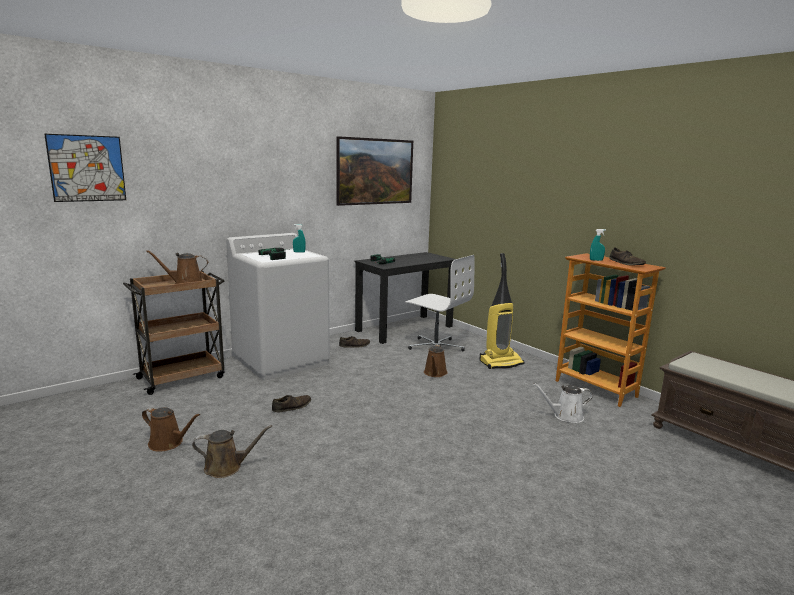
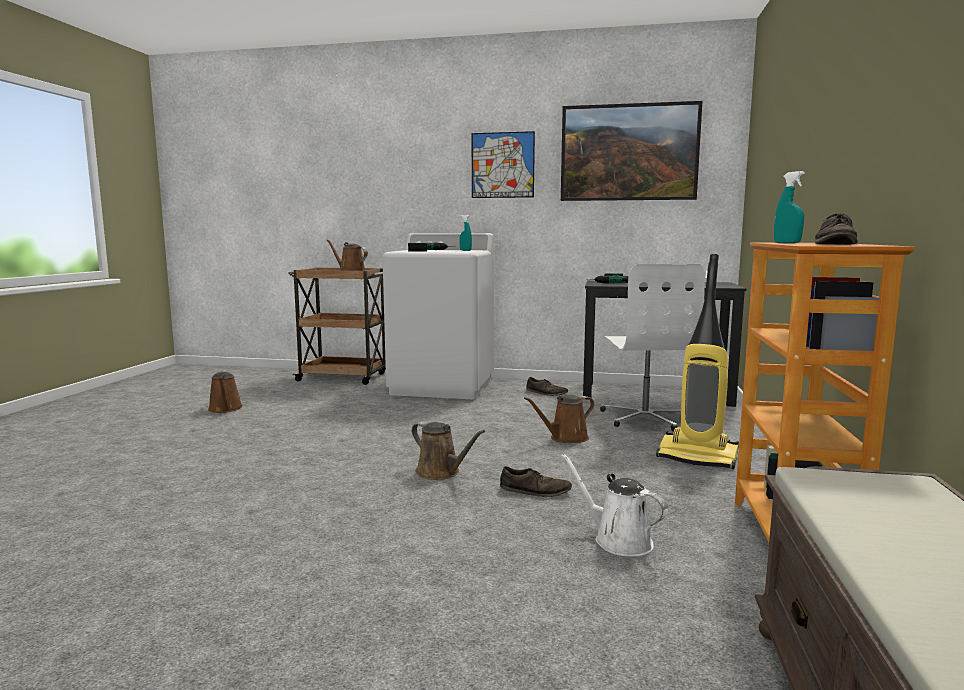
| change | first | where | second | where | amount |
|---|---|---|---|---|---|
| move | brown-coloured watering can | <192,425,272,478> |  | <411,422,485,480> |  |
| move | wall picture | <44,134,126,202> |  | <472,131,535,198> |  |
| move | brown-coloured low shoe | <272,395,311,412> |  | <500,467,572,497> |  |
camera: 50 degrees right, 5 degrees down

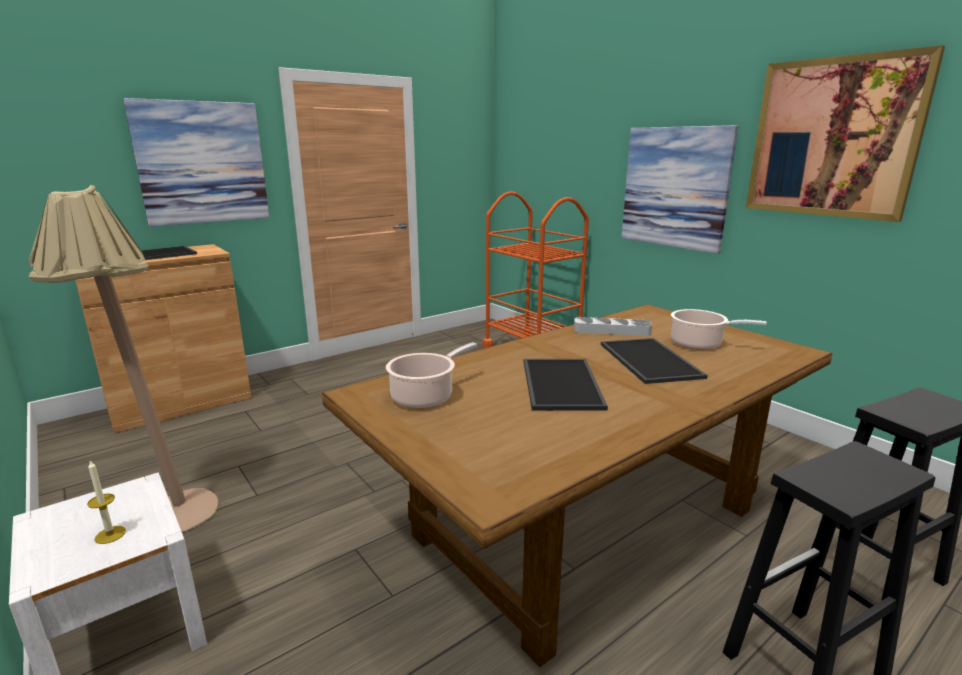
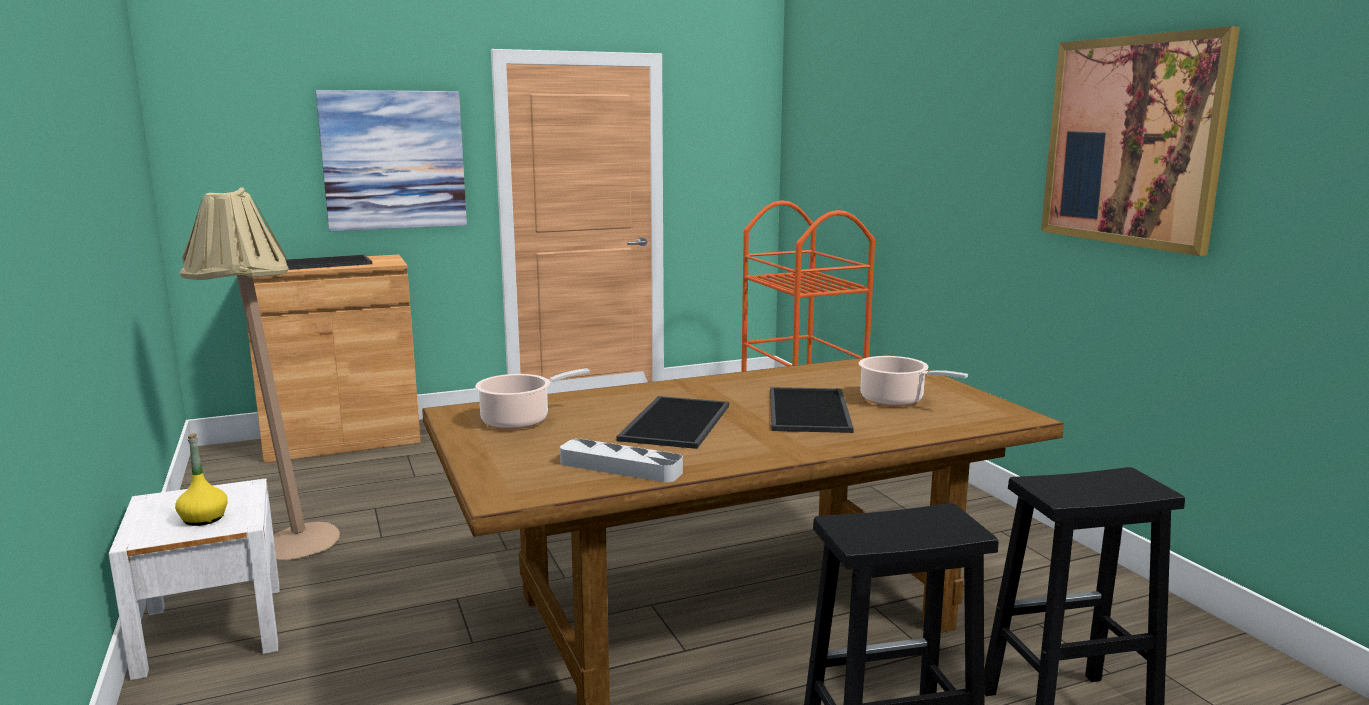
| change | first | where | second | where | amount |
|---|---|---|---|---|---|
| replace | wax candle | <87,460,126,544> | yellowish beverage bottle | <175,433,228,526> |  |
| move | grey carrying tray | <574,317,652,336> |  | <560,439,683,482> |  |
| delete | wall picture | <622,125,738,254> |  |  |  |
camera: 15 degrees right, 5 degrees down

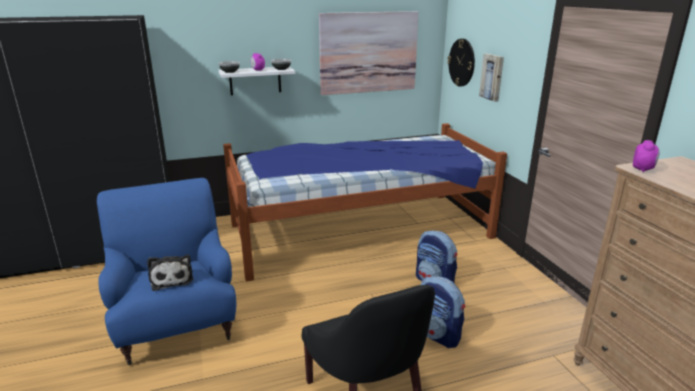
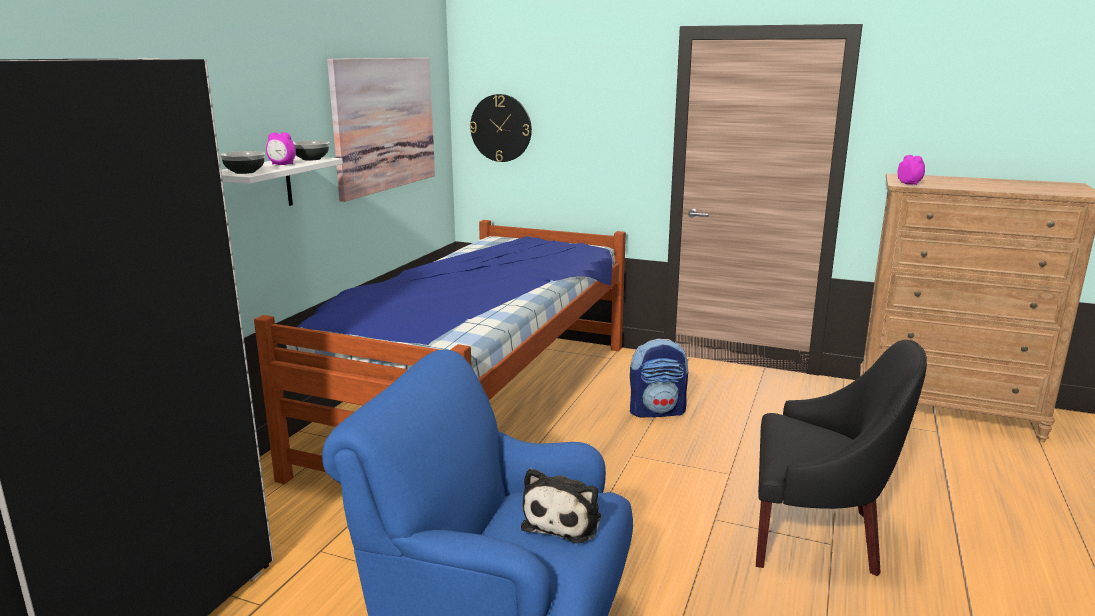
| change | first | where | second | where | amount |
|---|---|---|---|---|---|
| rotate | plush toy | <147,255,193,291> |  | <521,468,601,543> | 90 degrees clockwise |
| delete | knapsack | <420,276,465,348> |  |  |  |
| delete | wall picture | <479,54,504,102> |  |  |  |
camera: 50 degrees left, 5 degrees down

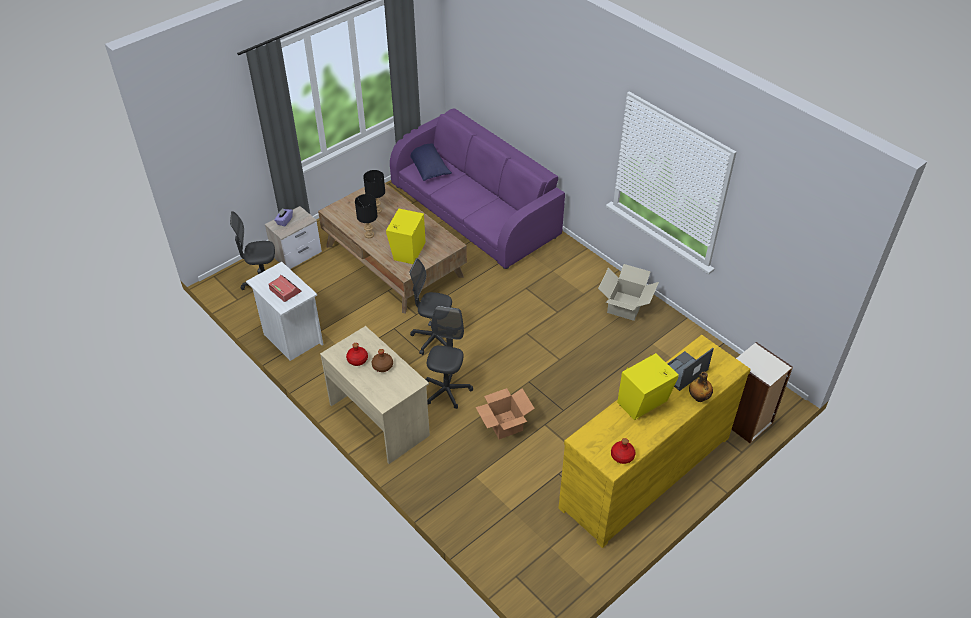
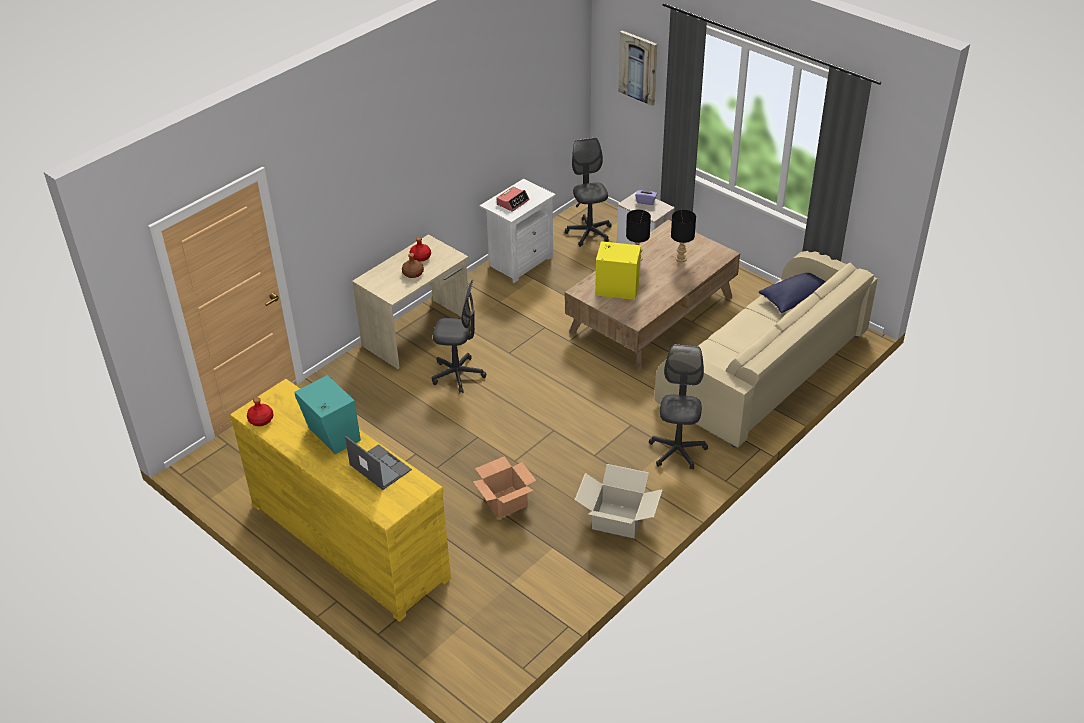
| change | first | where | second | where | amount |
|---|---|---|---|---|---|
| recolor | yellowish audio speaker | <617,353,679,420> | blue-green audio speaker | <294,375,361,454> |  |
| move | packing box | <476,388,535,439> |  | <473,456,537,519> |  |
| insert |  |  | wall picture | <618,30,657,106> |  |
| move | grey desk chair | <410,258,452,355> |  | <649,344,708,470> |  |
| recolor | purple sofa | <390,108,565,269> | beige sofa | <655,251,877,447> |  |
| delete | beverage bottle | <689,372,713,402> |  |  |  |
| delete | shelving unit | <731,342,793,444> |  |  |  |
camera: 85 degrees right, 5 degrees down

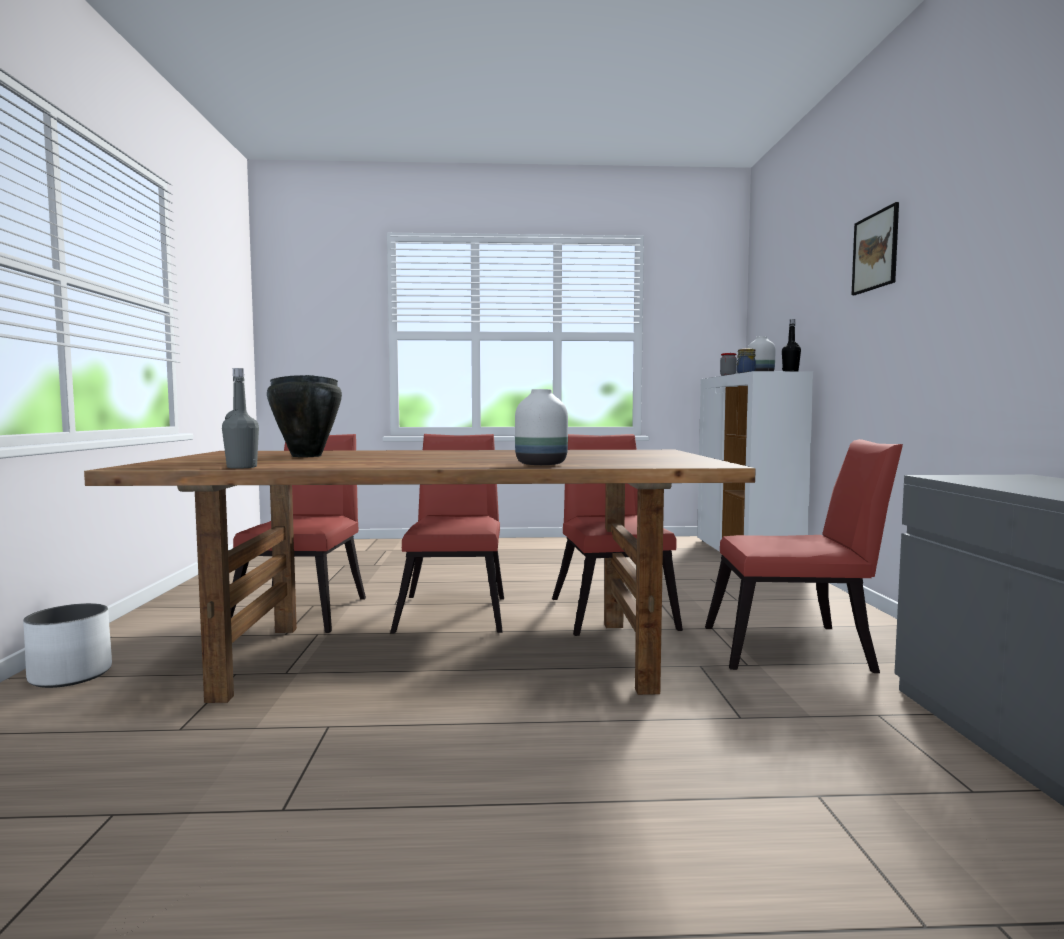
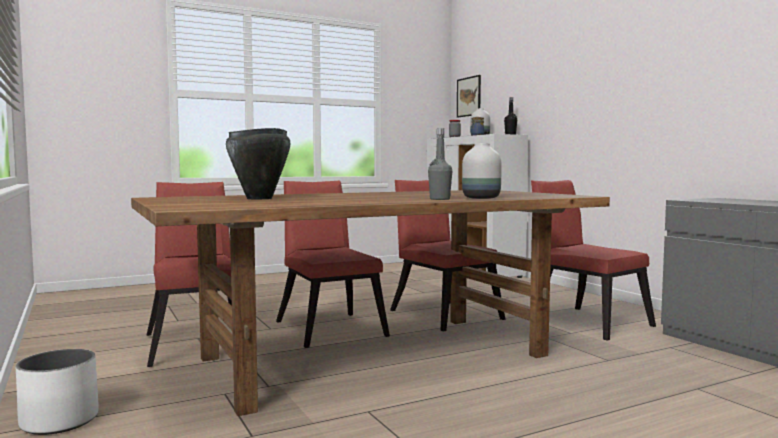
| change | first | where | second | where | amount |
|---|---|---|---|---|---|
| move | grey beverage bottle | <222,368,259,469> |  | <428,128,452,200> |  |
| move | wall picture | <851,202,899,295> |  | <457,75,481,117> |  |
| rotate | reddish upright chair | <705,439,903,673> |  | <531,180,656,341> | 105 degrees counterclockwise |
camera: 25 degrees left, 0 degrees up

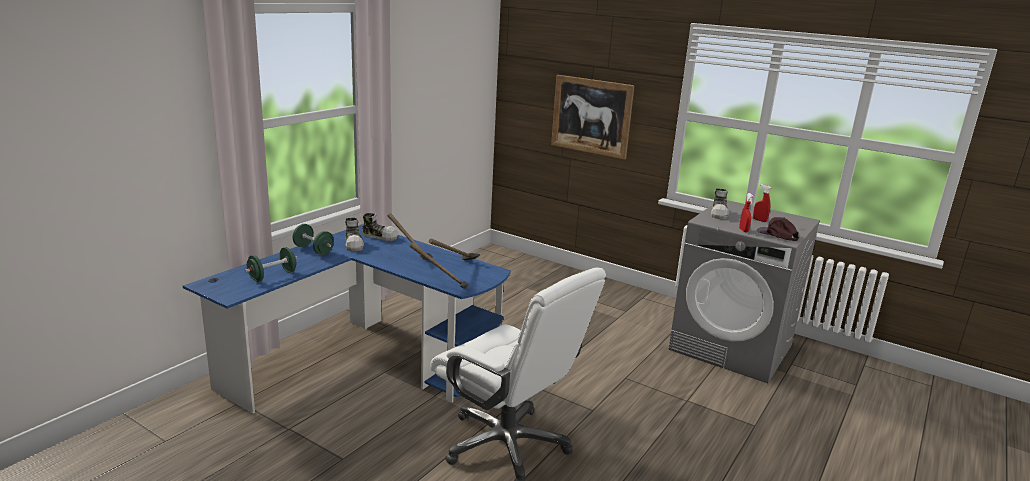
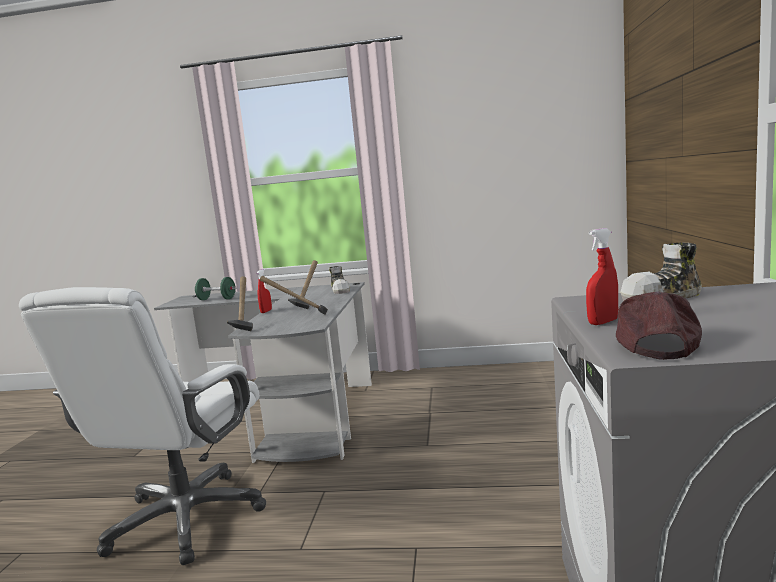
| change | first | where | second | where | amount |
|---|---|---|---|---|---|
| recolor | blue desk table | <183,224,511,414> | grey desk table | <154,282,372,463> |  |
| move | reddish sprayer | <753,184,771,222> |  | <257,269,272,313> |  |
| delete | green dumbbell | <293,224,334,255> |  |  |  |
| delete | low shoe | <345,218,364,251> |  |  |  |
| delete | wall picture | <551,75,634,160> |  |  |  |
camera: 65 degrees right, 10 degrees down

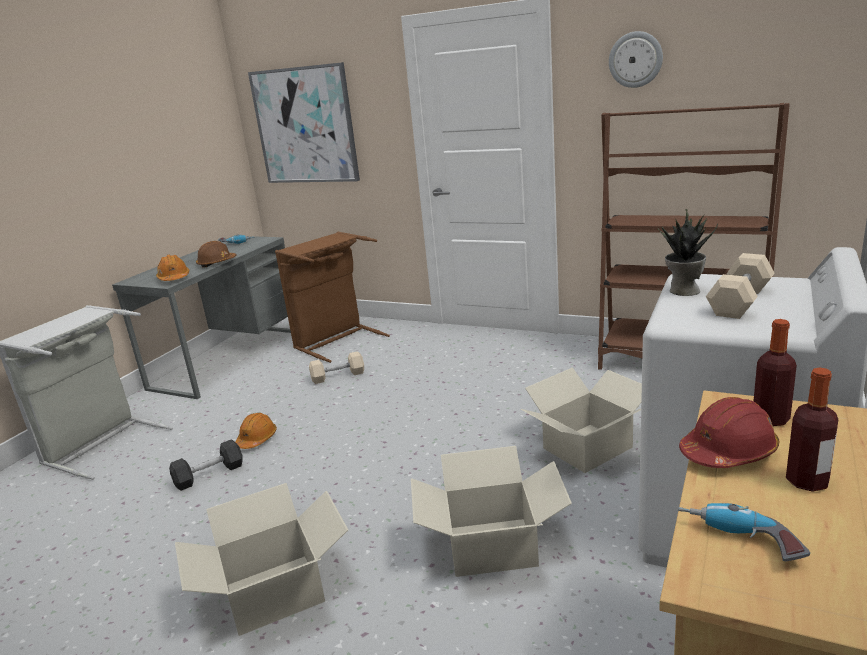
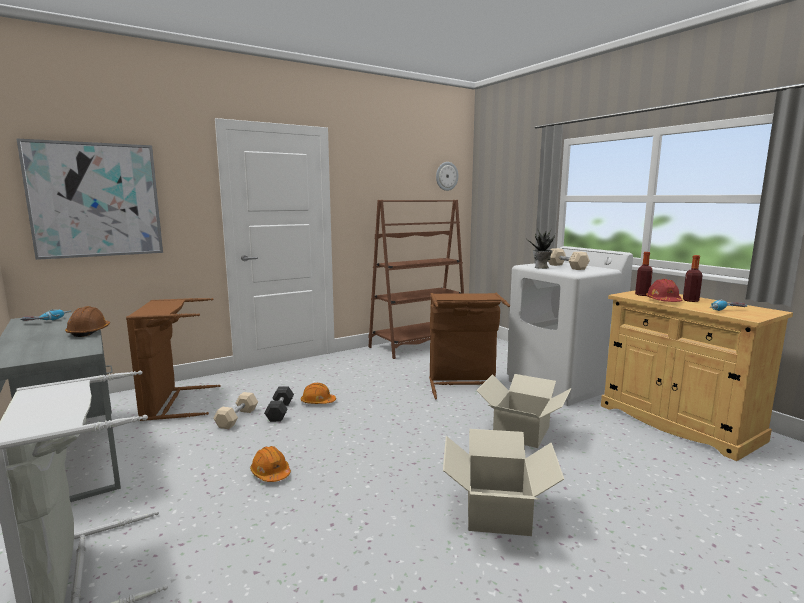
| change | first | where | second | where | amount |
|---|---|---|---|---|---|
| move | grey dumbbell | <169,439,243,491> |  | <264,386,294,422> |  |
| move | orangey safety helmet | <156,255,189,281> |  | <301,383,336,404> |  |
| replace | packing box | <521,368,642,473> | brown-coloured washing basket | <429,293,510,400> |  |
| move | clock on the wall | <609,31,663,88> |  | <436,162,458,191> |  |
camera: 60 degrees left, 10 degrees down

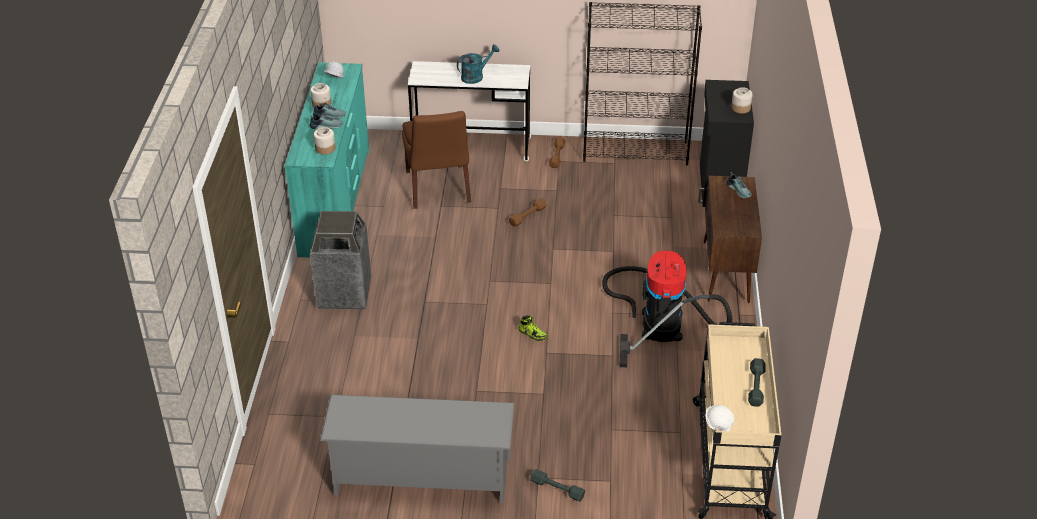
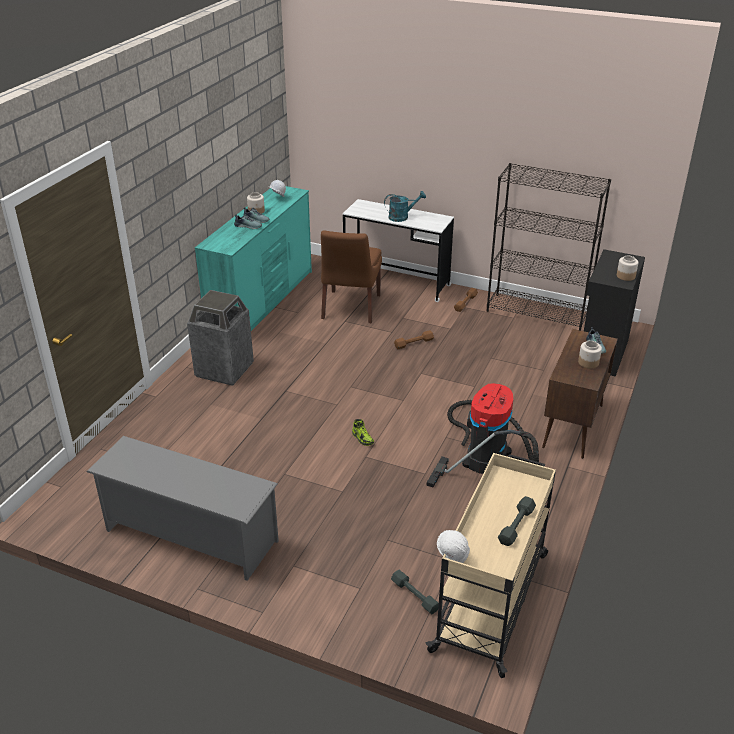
| change | first | where | second | where | amount |
|---|---|---|---|---|---|
| move | grey dumbbell | <530,469,585,501> |  | <391,570,439,614> |  |
| move | storage jar | <314,127,335,155> |  | <578,341,602,369> |  |
camera: 20 degrees right, 5 degrees down

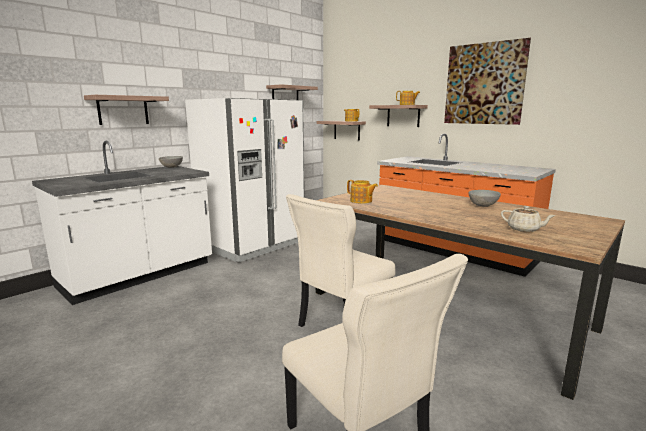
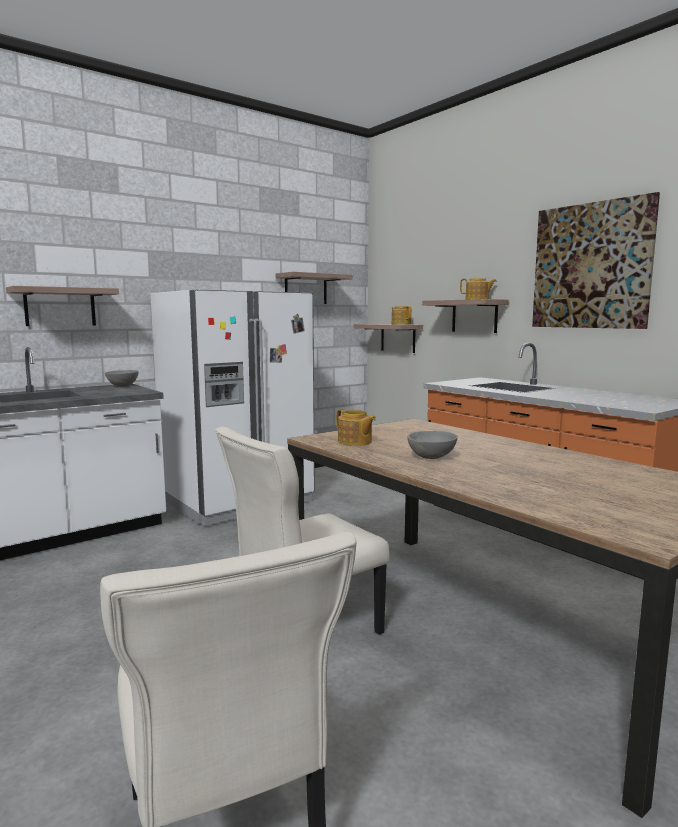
| change | first | where | second | where | amount |
|---|---|---|---|---|---|
| move | grey serving bowl | <469,190,501,207> |  | <407,431,458,459> |  |
| delete | beige teapot | <501,206,556,232> |  |  |  |
camera: 10 degrees right, 5 degrees down

